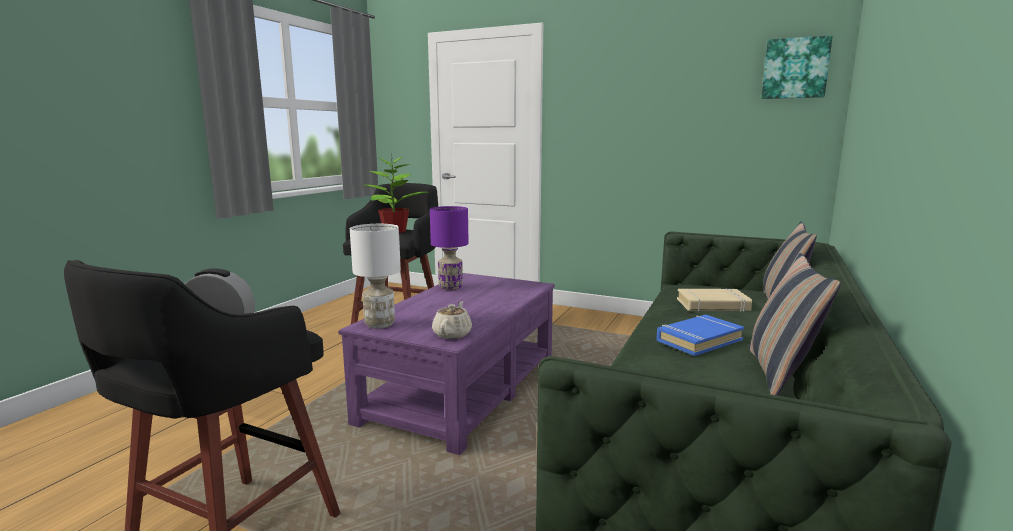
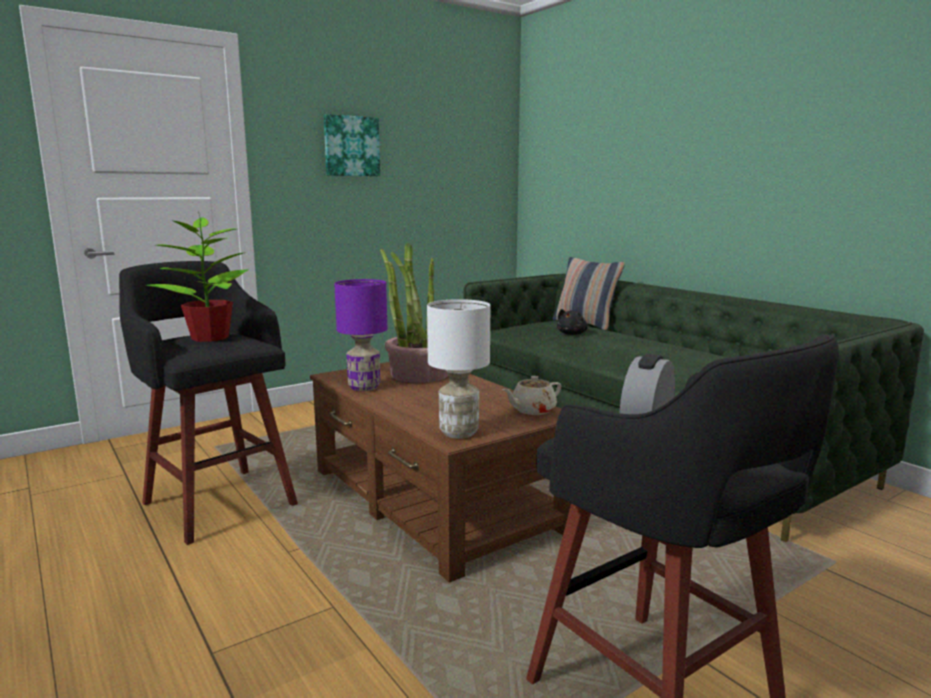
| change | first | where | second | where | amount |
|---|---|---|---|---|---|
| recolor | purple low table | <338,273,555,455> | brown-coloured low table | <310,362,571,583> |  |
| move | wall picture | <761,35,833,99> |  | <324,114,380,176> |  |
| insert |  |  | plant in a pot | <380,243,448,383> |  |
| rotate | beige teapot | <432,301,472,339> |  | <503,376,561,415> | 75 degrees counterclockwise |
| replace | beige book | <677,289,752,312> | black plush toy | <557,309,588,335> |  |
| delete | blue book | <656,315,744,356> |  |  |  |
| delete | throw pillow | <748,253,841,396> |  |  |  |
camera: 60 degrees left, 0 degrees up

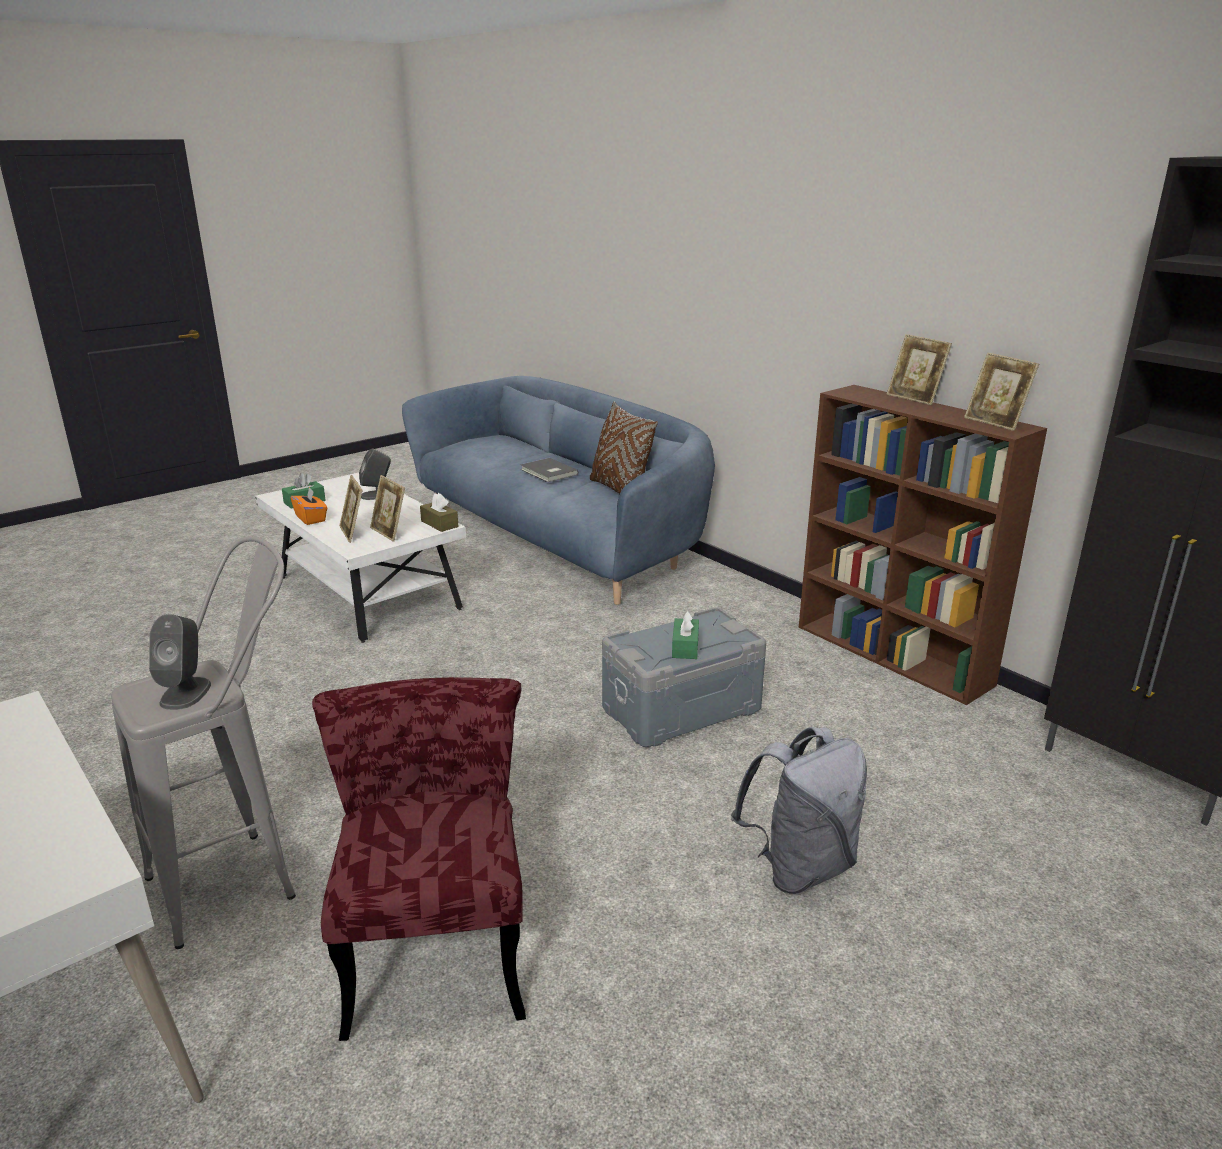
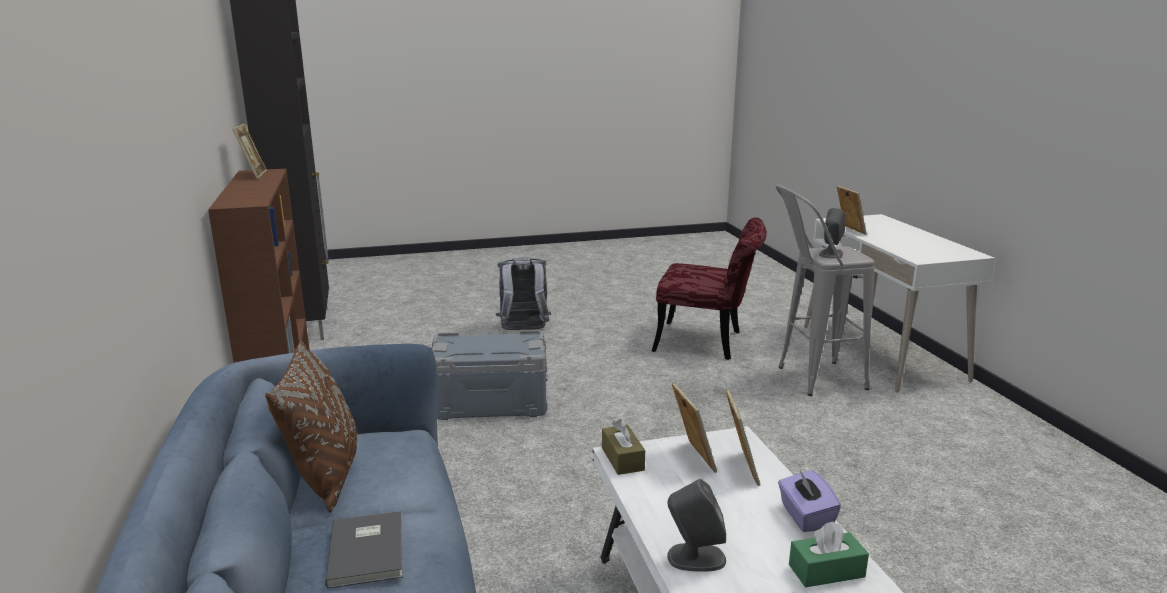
| change | first | where | second | where | amount |
|---|---|---|---|---|---|
| rotate | reddish upright chair | <312,677,526,1041> |  | <652,217,767,360> | 90 degrees counterclockwise |
| recolor | orangey tissue box | <291,487,328,525> | purple tissue box | <778,470,841,532> |  |
| move | photo frame | <887,334,952,405> |  | <837,186,867,235> |  |
| delete | green tissue box | <672,611,699,659> |  |  |  |
camera: 155 degrees left, 5 degrees down

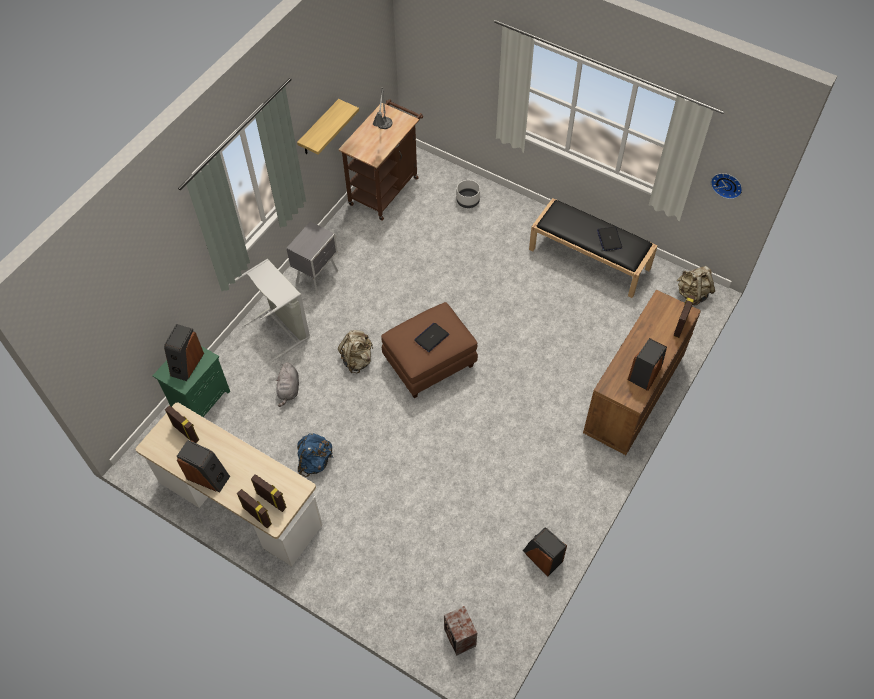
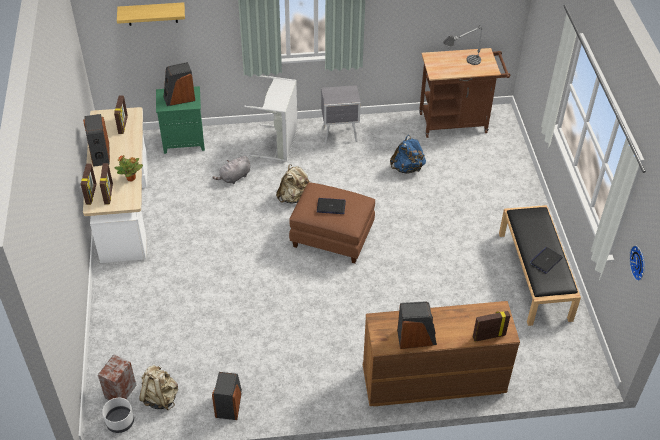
| change | first | where | second | where | amount |
|---|---|---|---|---|---|
| move | whitish planter | <457,180,480,208> |  | <102,398,134,433> |  |
| insert |  |  | plant in a pot | <115,156,143,182> |  |
| move | wall shelf | <297,99,359,154> |  | <117,2,185,26> |  |
| move | beige knapsack | <677,266,715,305> |  | <139,365,178,410> |  |
| move | blue knapsack | <297,433,333,477> |  | <390,135,426,174> |  |
camera: 50 degrees right, 10 degrees down

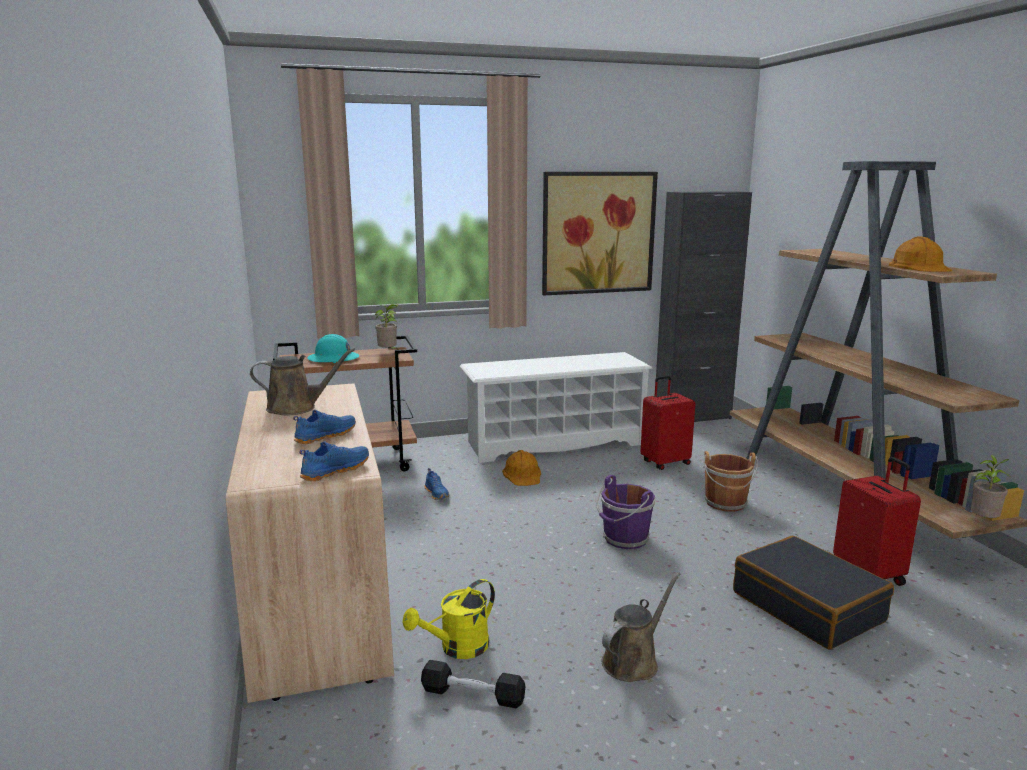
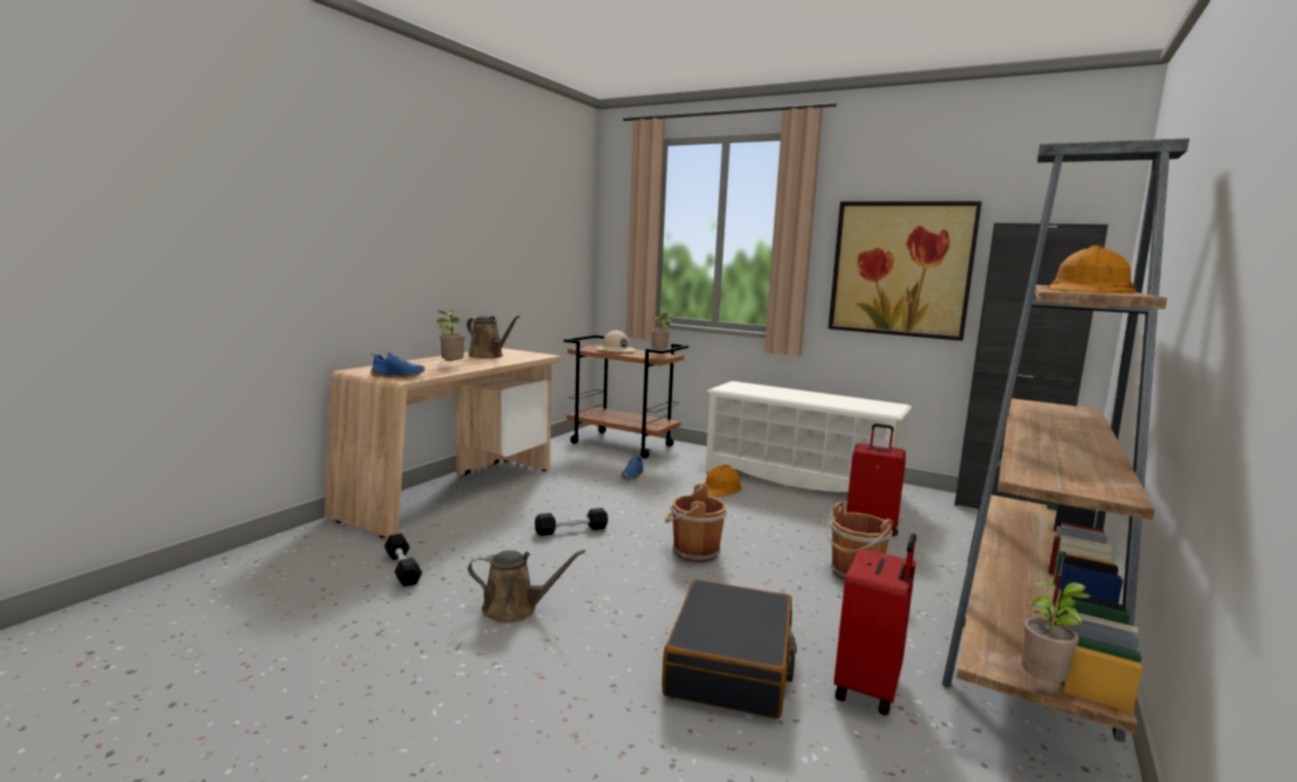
| change | first | where | second | where | amount |
|---|---|---|---|---|---|
| replace | blue low shoe | <293,410,356,444> | plant in a pot | <437,310,465,364> |  |
| insert |  |  | black dumbbell | <535,508,608,536> |  |
| recolor | blue-green safety helmet | <307,334,359,363> | beige safety helmet | <596,330,635,353> |  |
| recolor | purple bucket | <596,475,655,549> | brown-coloured bucket | <665,483,727,562> |  |
| delete | yellowish watering can | <402,579,495,659> |  |  |  |
camera: 45 degrees right, 5 degrees down

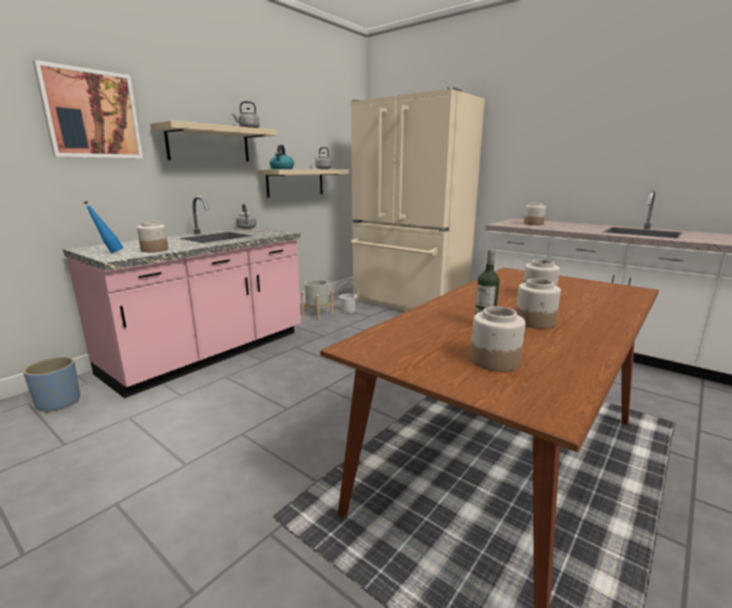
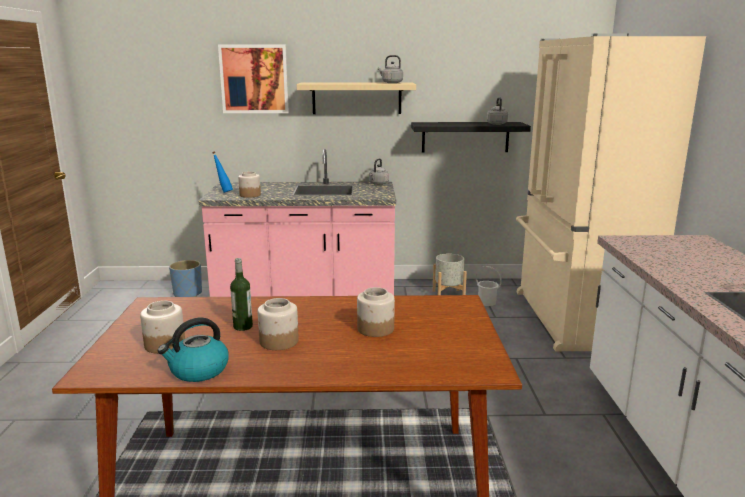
| change | first | where | second | where | amount |
|---|---|---|---|---|---|
| move | kettle | <270,145,294,169> |  | <158,318,229,382> |  |
| recolor | beige wall shelf | <257,169,349,198> | black wall shelf | <411,122,531,152> |  |
| delete | storage jar | <524,203,546,225> |  |  |  |
camera: 50 degrees right, 0 degrees up

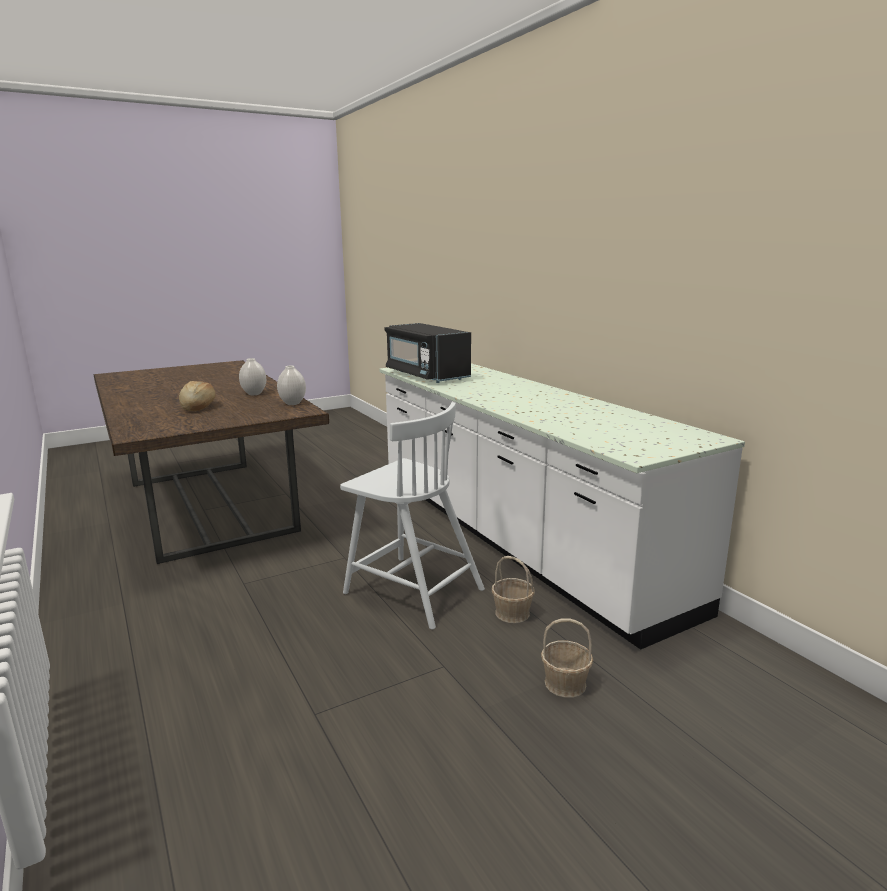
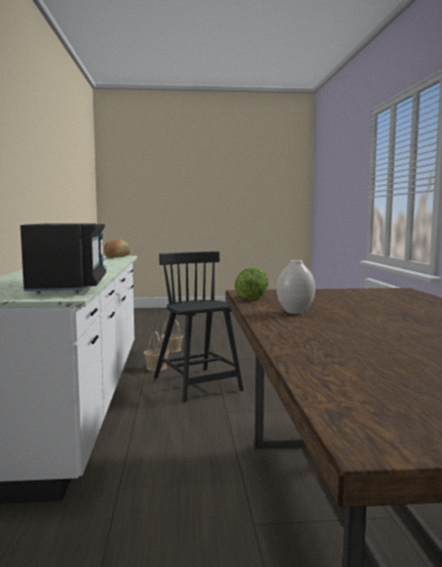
| change | first | where | second | where | amount |
|---|---|---|---|---|---|
| move | bakery bread | <179,381,216,411> |  | <104,239,130,258> |  |
| recolor | whitish upright chair | <340,402,485,629> | black upright chair | <154,251,244,402> |  |
| replace | whitish flower vase | <277,366,306,405> | head of lettuce | <235,268,268,299> |  |
camera: 155 degrees left, 10 degrees down

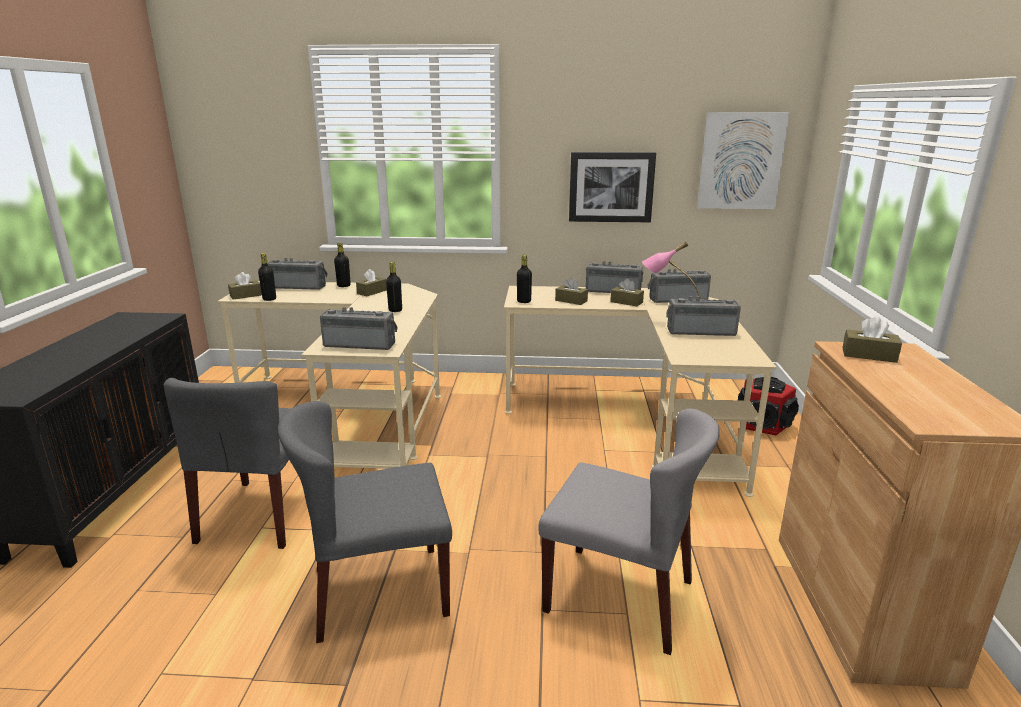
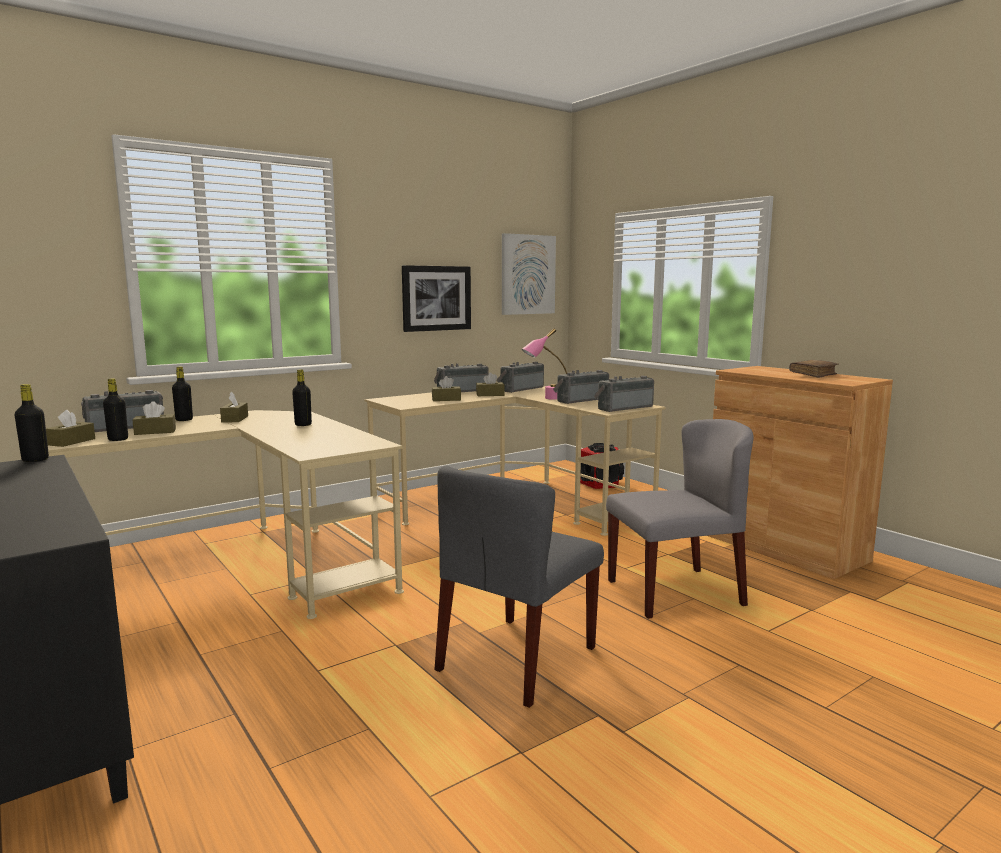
| change | first | where | second | where | amount |
|---|---|---|---|---|---|
| move | black beverage bottle | <517,255,532,303> |  | <14,384,49,462> |  |
| move | brown-coloured tissue box | <842,316,902,363> |  | <133,402,176,435> |  |
| move | radio set | <320,307,398,350> |  | <594,376,654,412> |  |
| insert |  |  | brown-coloured book | <789,360,839,378> |  |
| delete | grey upright chair | <164,378,292,549> |  |  |  |
camera: 40 degrees left, 10 degrees down

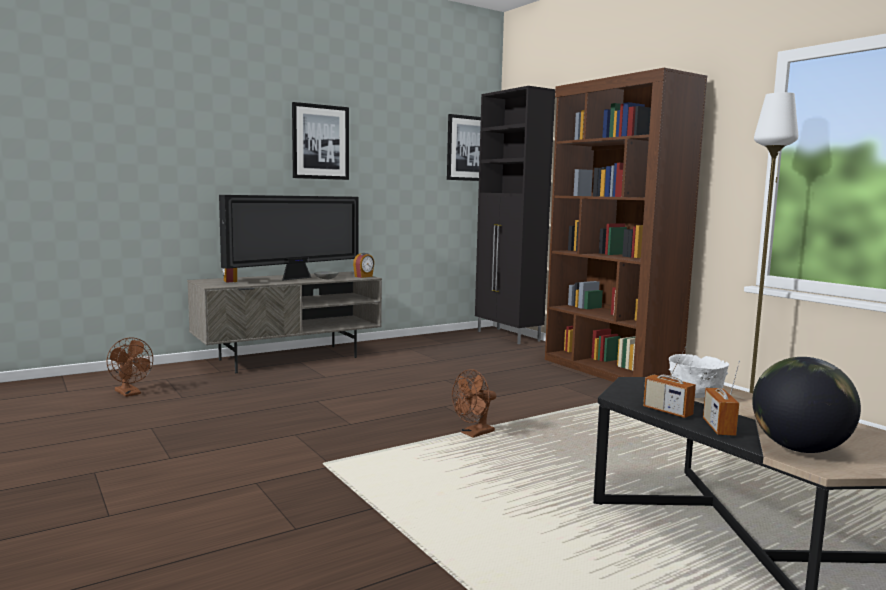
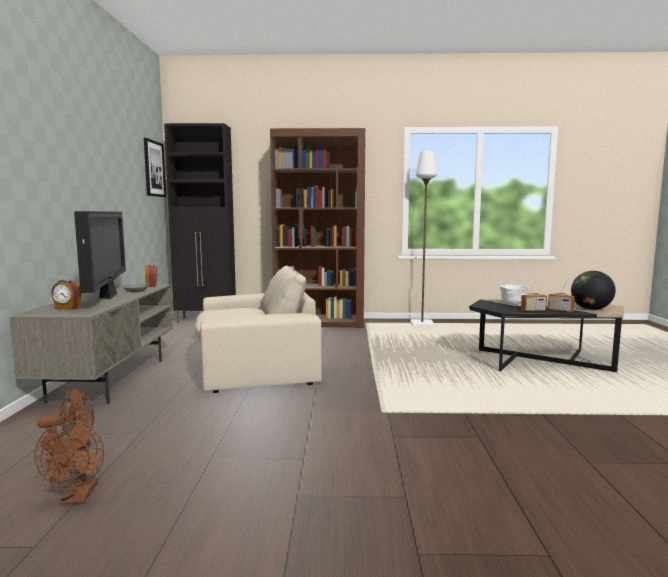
| change | first | where | second | where | amount |
|---|---|---|---|---|---|
| move | brown-coloured fan | <452,369,496,438> |  | <34,420,104,504> |  |
| insert |  |  | beige lounge chair | <195,266,321,393> |  |
| delete | wall picture | <292,102,349,180> |  |  |  |
camera: 55 degrees left, 0 degrees up

